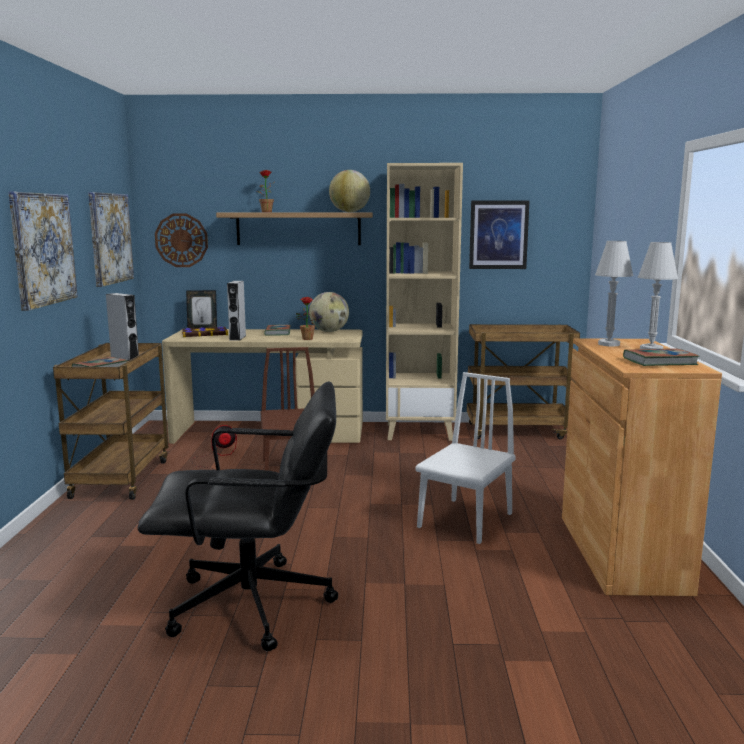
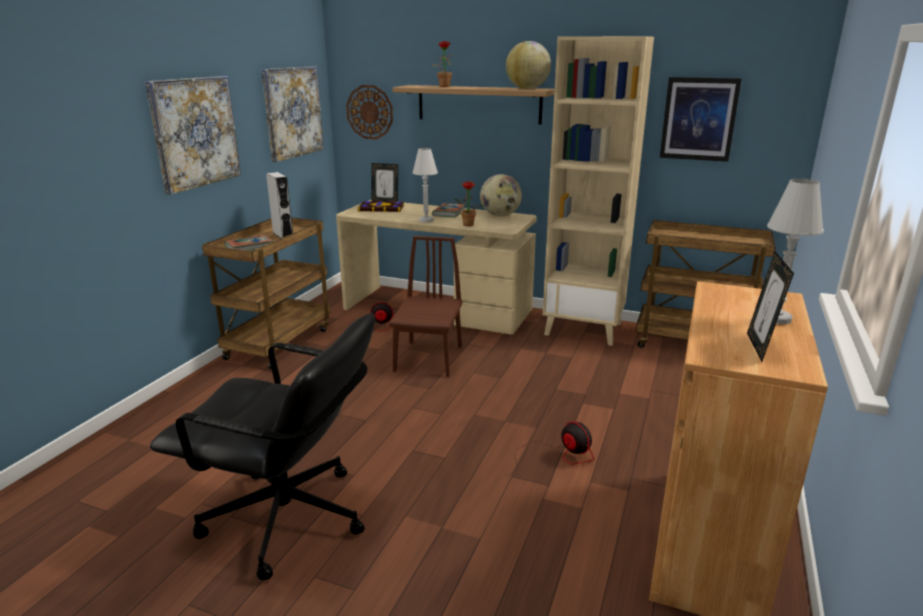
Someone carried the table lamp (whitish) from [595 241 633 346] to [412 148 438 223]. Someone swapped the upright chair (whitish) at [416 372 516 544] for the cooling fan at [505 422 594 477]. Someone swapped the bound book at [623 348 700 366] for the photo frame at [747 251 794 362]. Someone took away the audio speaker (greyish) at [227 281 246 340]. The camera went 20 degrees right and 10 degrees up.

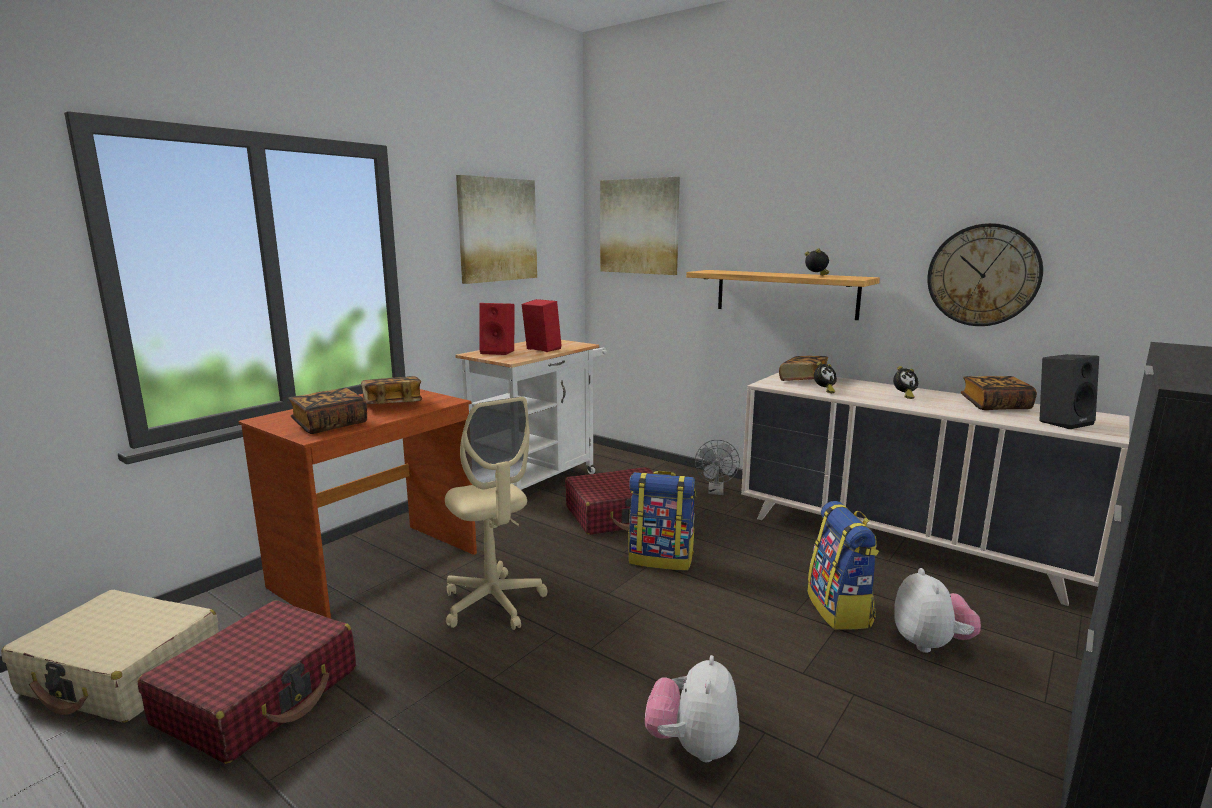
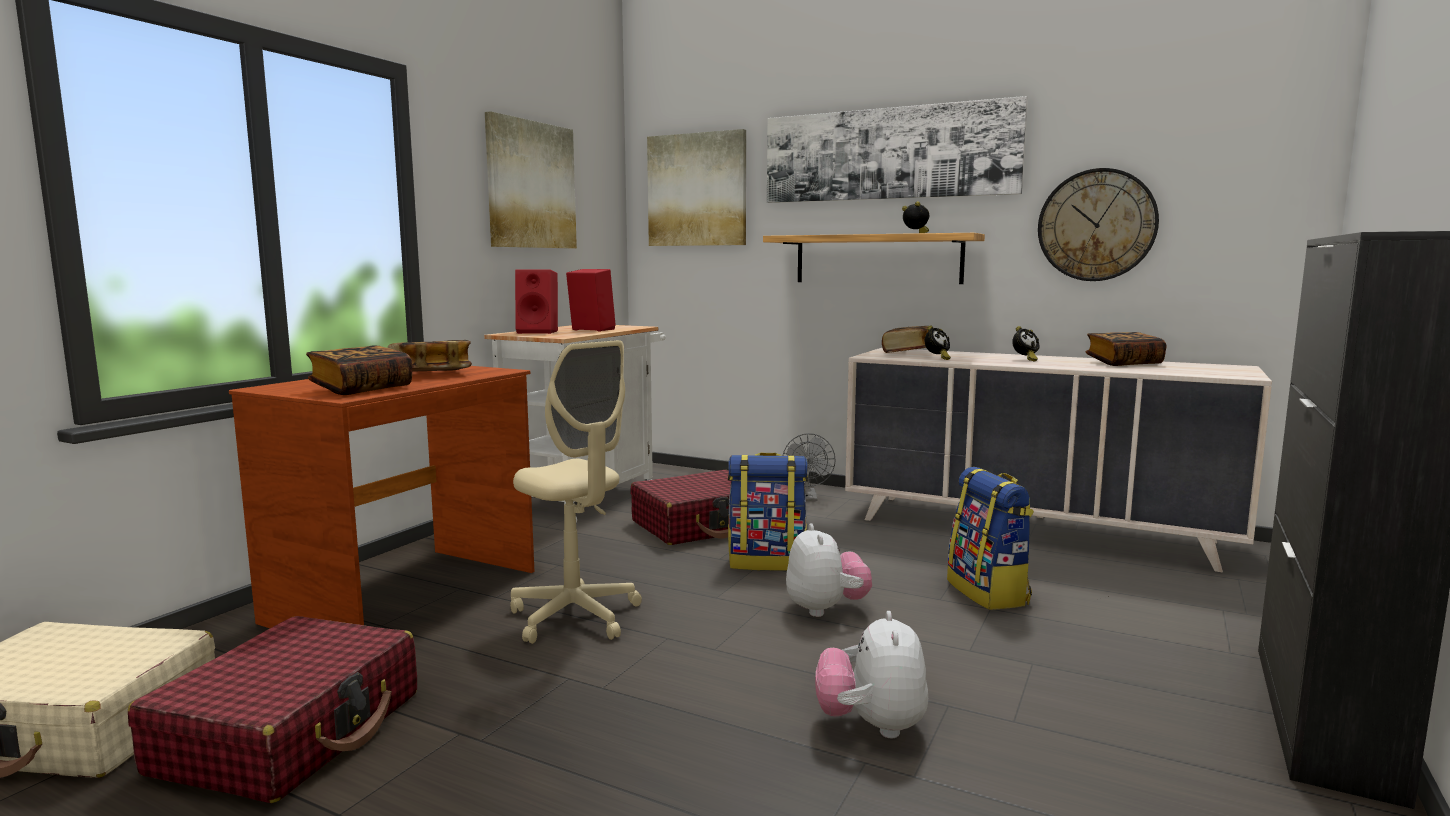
Someone put up the wall picture at [767 96 1028 203]. Someone carried the cuddly toy from [894 568 981 653] to [786 523 872 617]. Someone took away the audio speaker (blackish) at [1039 354 1099 429]. The camera went 10 degrees left and 5 degrees down.

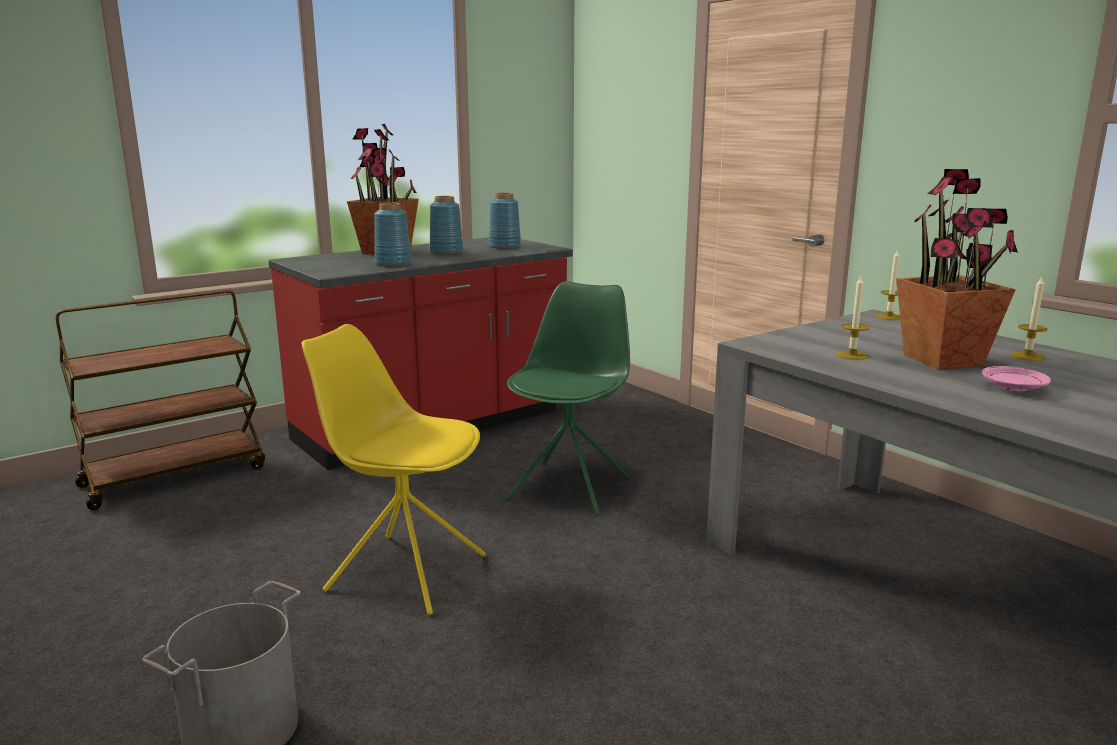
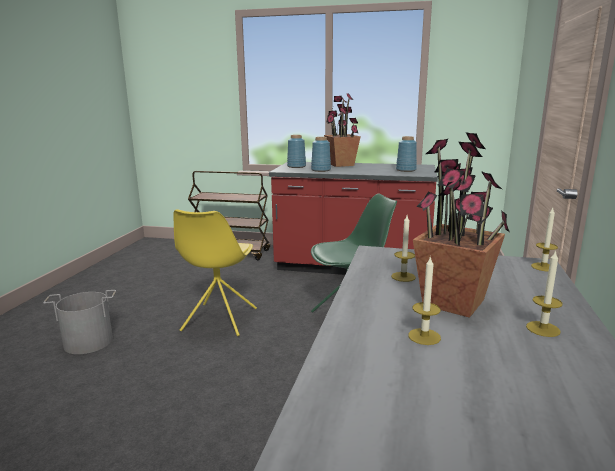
Someone rotated the upright chair (yellow) at [301 324 486 615] by 150 degrees counterclockwise. Someone carried the decorative vase (blue-coloured) from [430 196 463 254] to [287 135 306 168]. Someone swapped the flat dish (pink) at [982 366 1051 391] for the wax light at [408 256 441 345]. The camera went 50 degrees right and 0 degrees up.

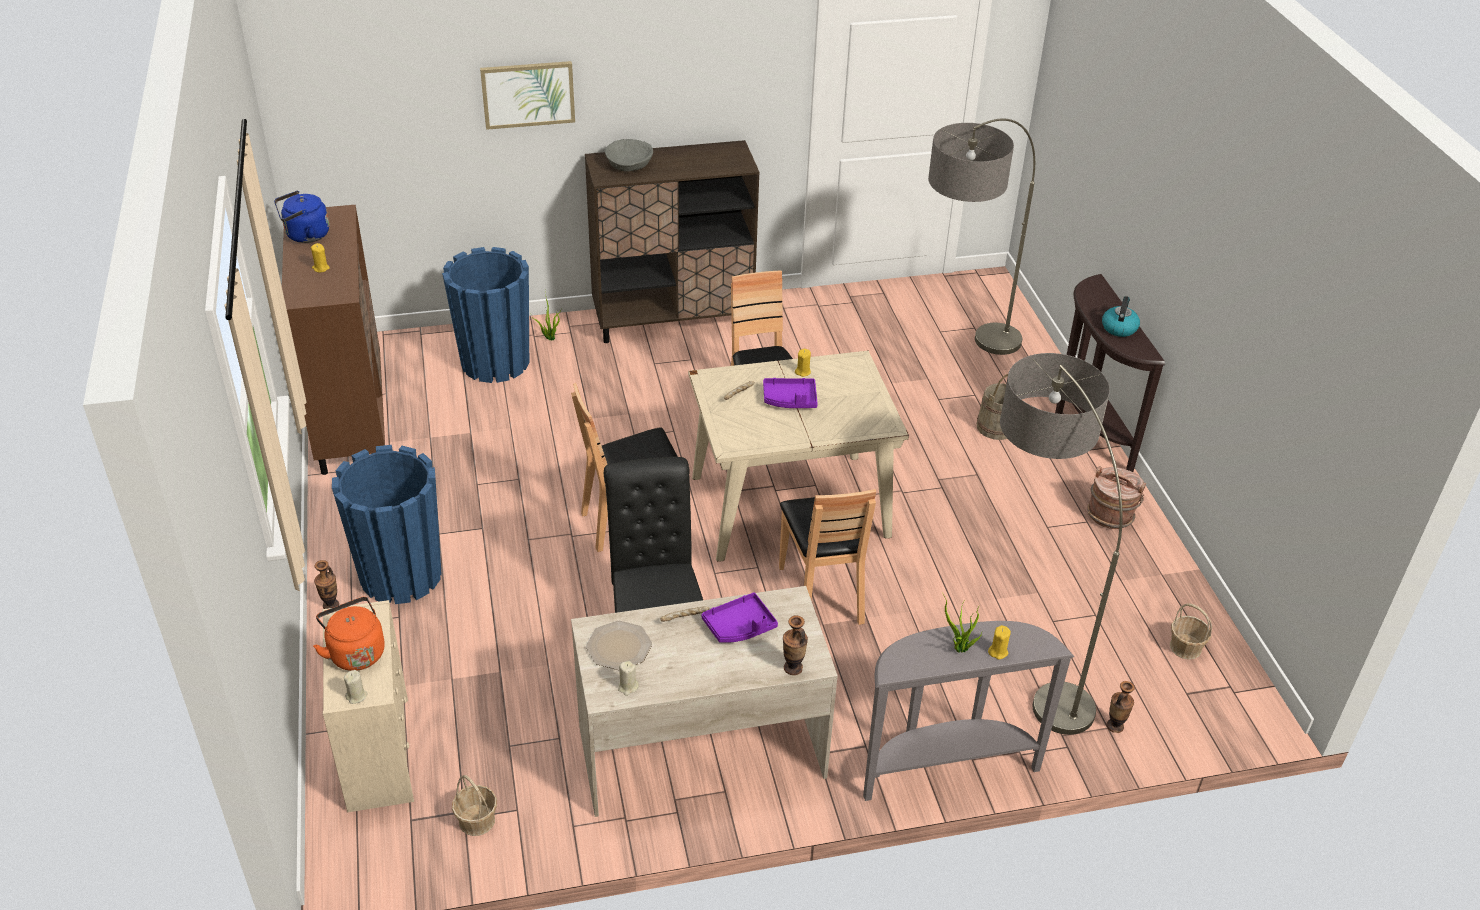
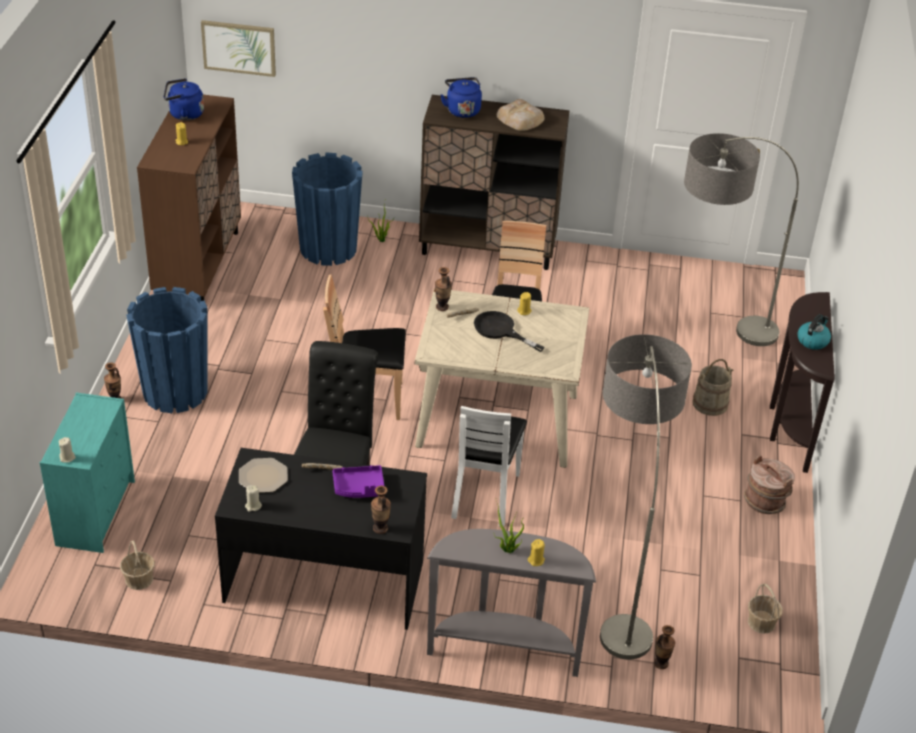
Someone repainted the chest of drawers (sand-coloured) at [322 600 414 812], which became the chest of drawers (blue-green) at [40 393 135 553]. Someone carried the wall picture from [480 61 575 130] to [201 20 276 77]. Someone repainted the desk table (sand-coloured) at [571 586 838 817], which became the desk table (blackish) at [215 448 427 630]. Someone put down the decorative vase at [435 267 452 311]. Someone swapped the deep dish (greyish) at [605 139 653 172] for the water kettle (blue-coloured) at [441 77 482 118]. Someone repainted the upright chair (brown-coloured) at [779 489 876 625], which became the upright chair (whitish) at [451 406 527 527]. Someone swapped the serving tray (purplish) at [763 378 818 408] for the skillet (blackish) at [474 311 545 352]. Someone put down the bread at [497 99 545 131]. Someone took away the water kettle (orange-coloured) at [313 597 385 671]. The camera went 20 degrees right and 0 degrees up.

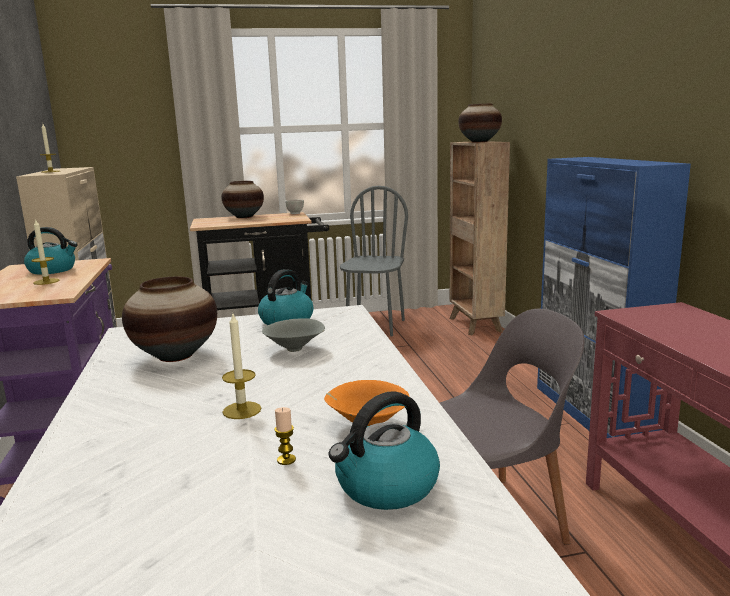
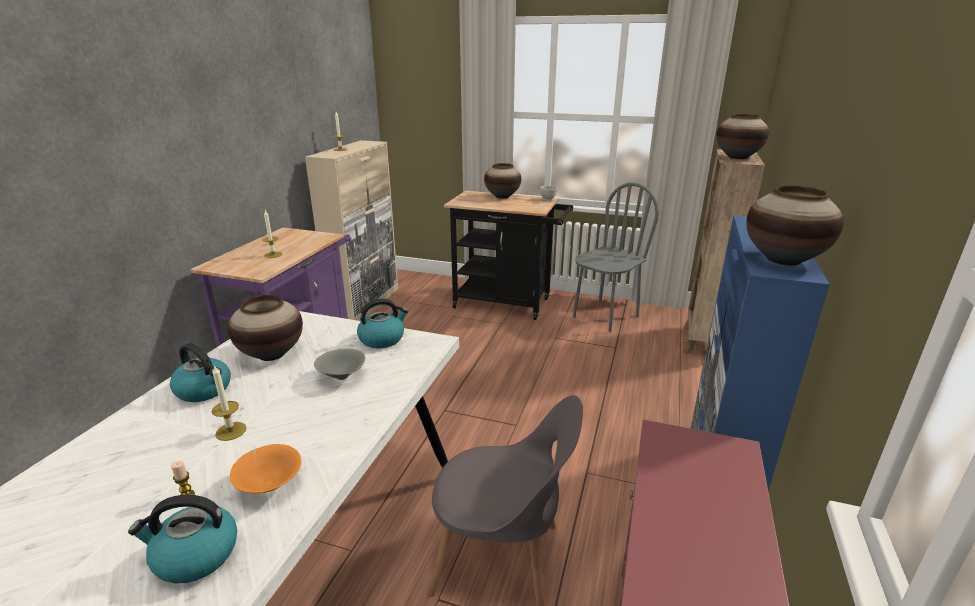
Someone carried the water kettle from [24 227 78 274] to [170 343 231 402]. Someone put down the decorative vase at [746 185 844 266]. The camera went 30 degrees right and 10 degrees up.

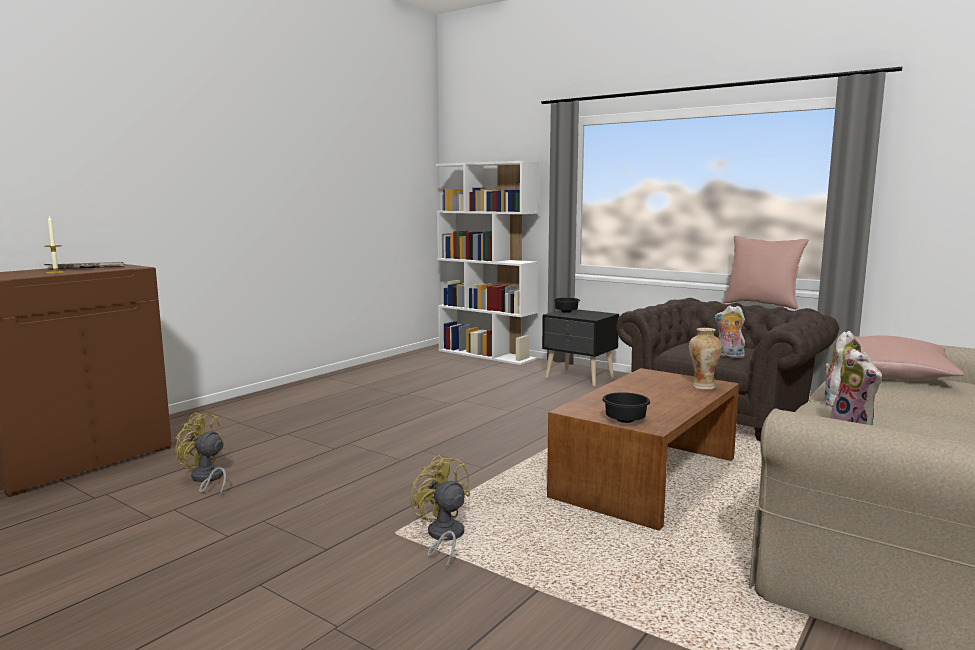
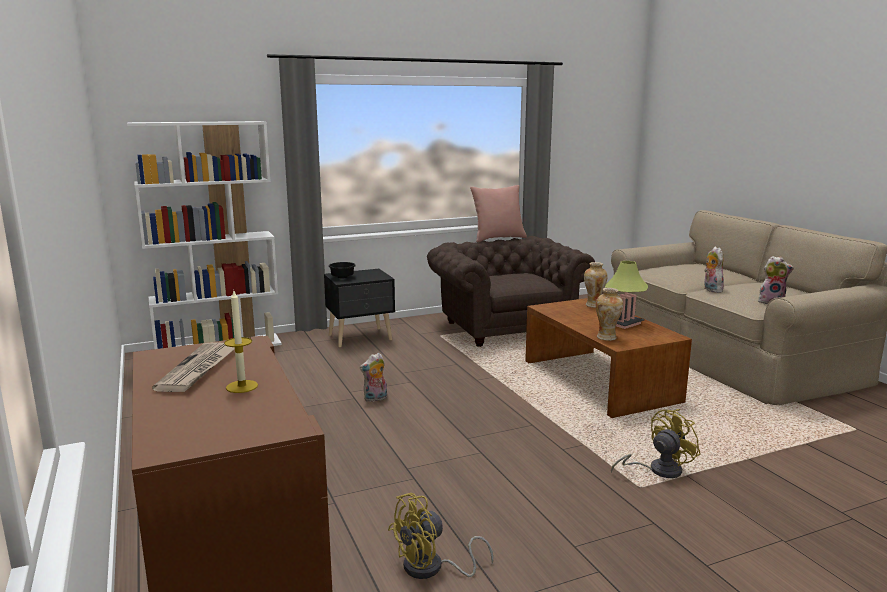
Someone carried the cuddly toy from [715 306 745 358] to [360 353 387 402]. Someone put down the decorative vase at [596 288 623 341]. Someone put down the table lamp at [605 261 648 329]. Someone rotated the cooling fan (yellow) at [411 455 470 569] by 150 degrees clockwise. Someone took away the deep dish (blackish) at [602 392 650 423]. Someone took away the cushion (pink) at [855 335 964 381]. The camera went 60 degrees left and 5 degrees up.

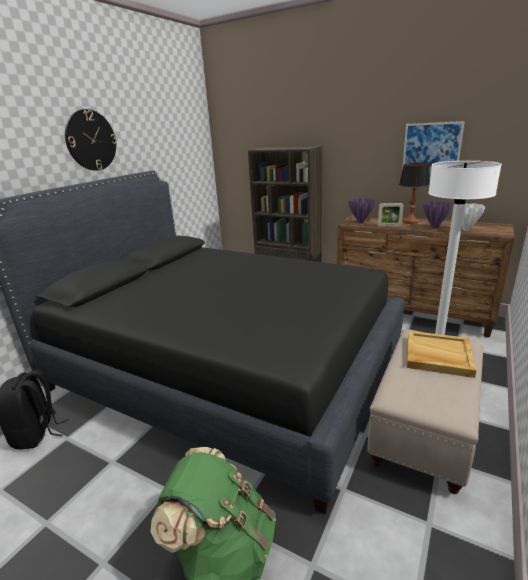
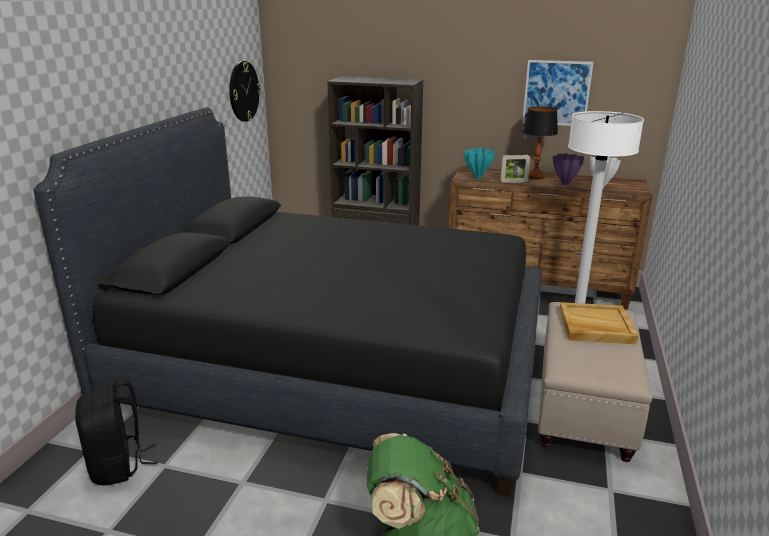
Someone carried the clock on the wall from [65 109 117 170] to [229 61 261 122]. Someone repainted the decorative vase (purplish) at [348 198 375 223], which became the decorative vase (blue-green) at [464 148 496 179]. The camera went 15 degrees left and 0 degrees up.

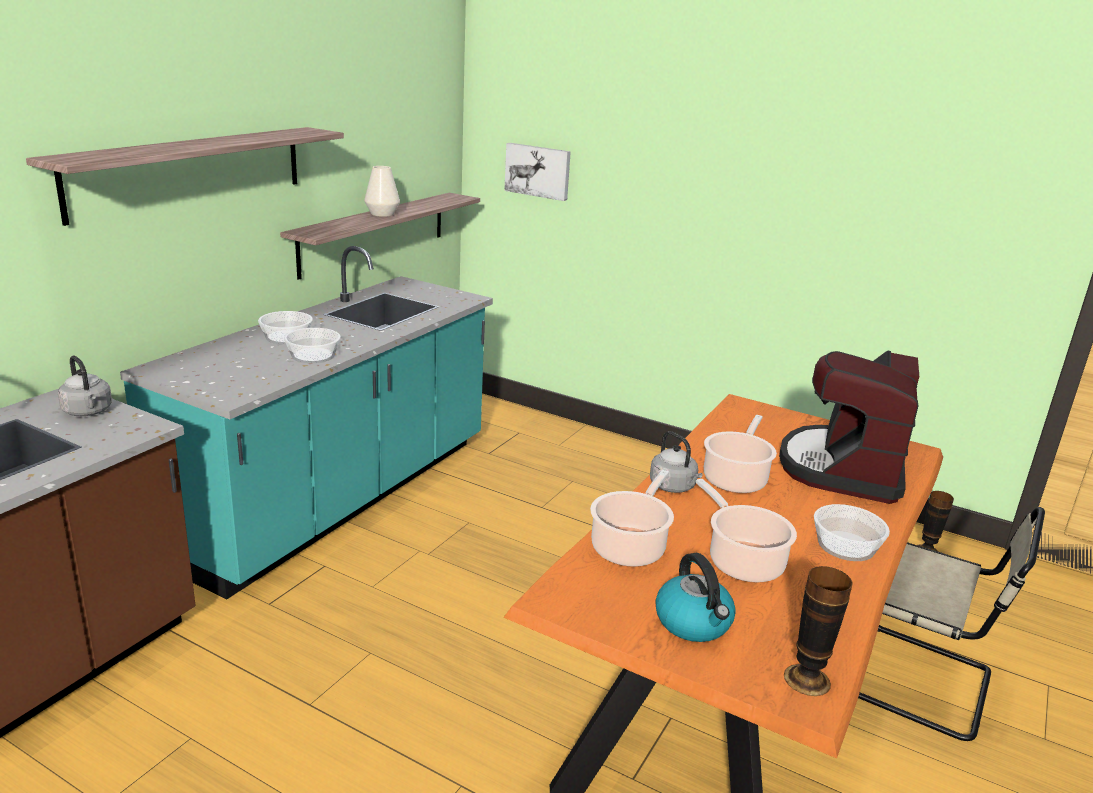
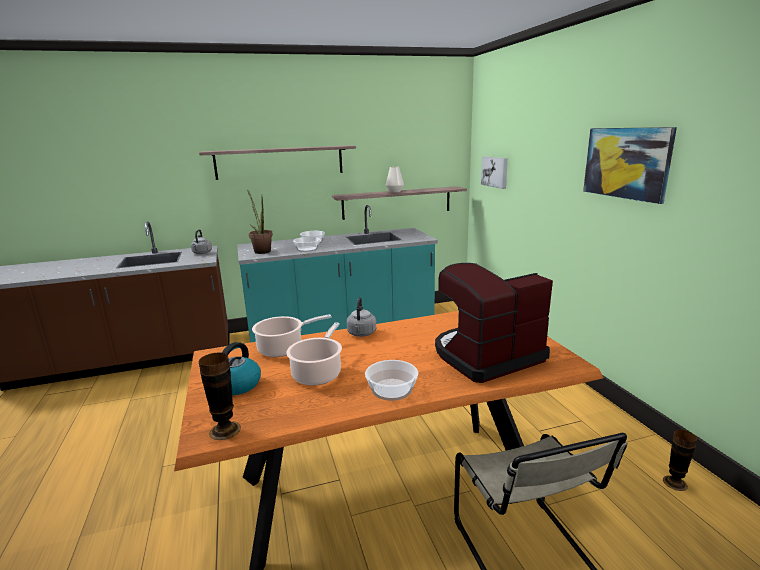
Someone put down the houseplant at [247 189 273 254]. Someone put up the wall picture at [583 127 677 204]. Someone took away the stockpot at [704 415 777 493]. The camera went 45 degrees right and 5 degrees down.

